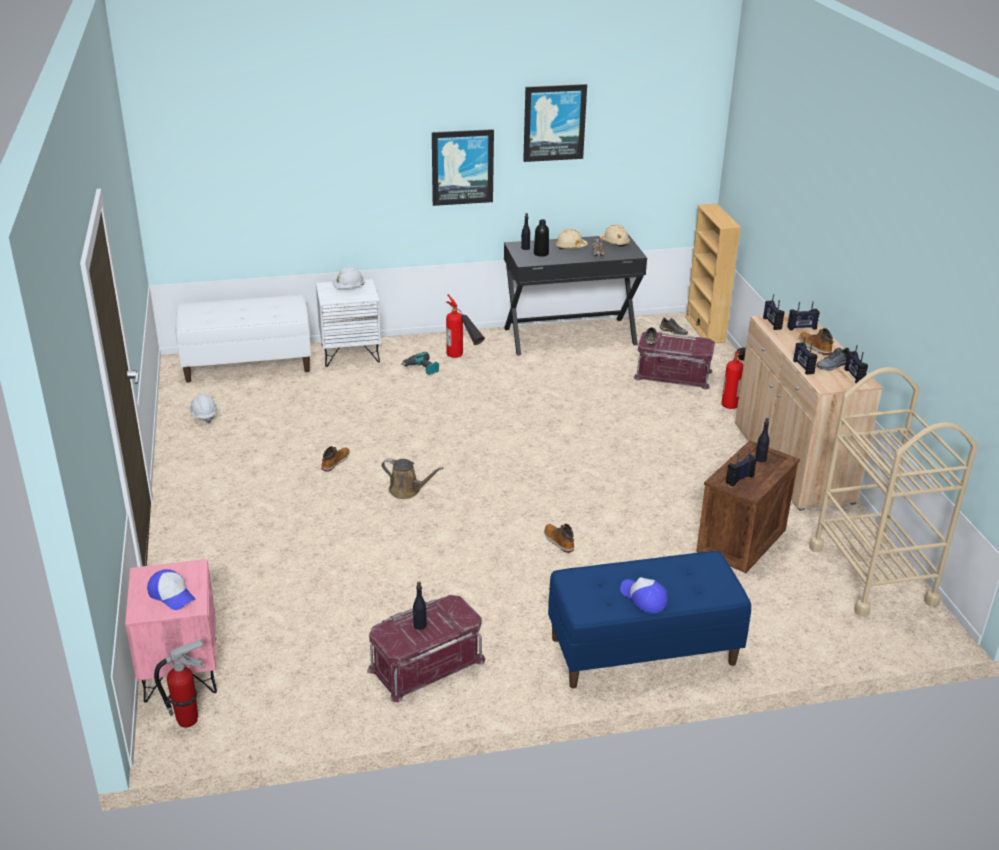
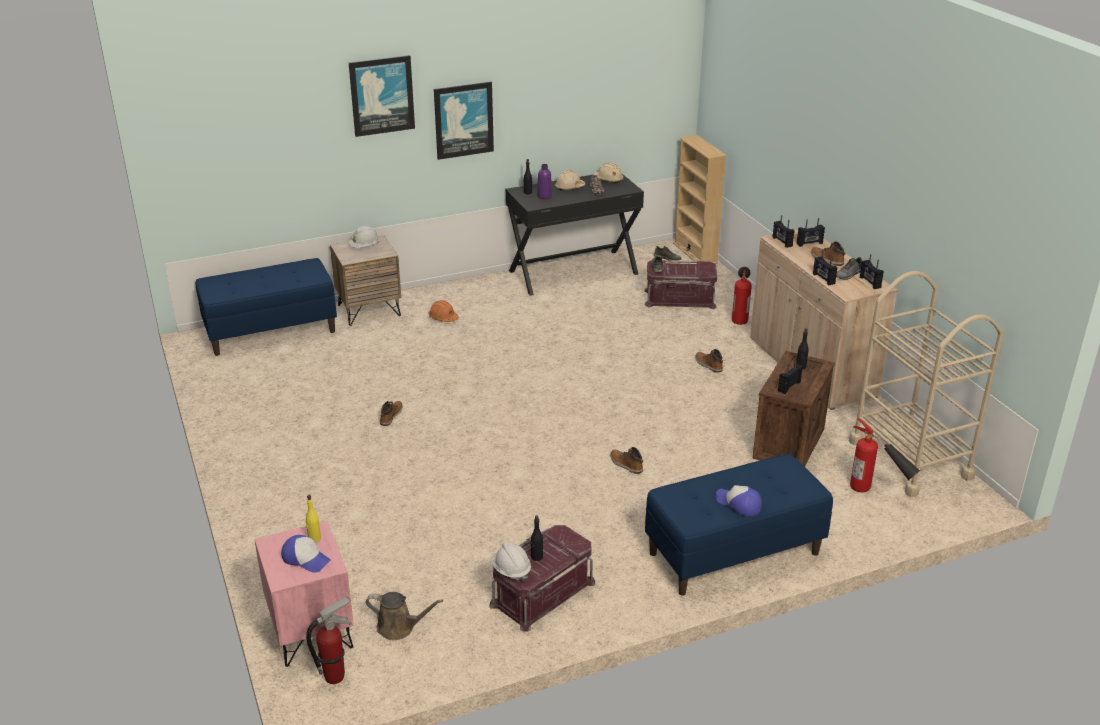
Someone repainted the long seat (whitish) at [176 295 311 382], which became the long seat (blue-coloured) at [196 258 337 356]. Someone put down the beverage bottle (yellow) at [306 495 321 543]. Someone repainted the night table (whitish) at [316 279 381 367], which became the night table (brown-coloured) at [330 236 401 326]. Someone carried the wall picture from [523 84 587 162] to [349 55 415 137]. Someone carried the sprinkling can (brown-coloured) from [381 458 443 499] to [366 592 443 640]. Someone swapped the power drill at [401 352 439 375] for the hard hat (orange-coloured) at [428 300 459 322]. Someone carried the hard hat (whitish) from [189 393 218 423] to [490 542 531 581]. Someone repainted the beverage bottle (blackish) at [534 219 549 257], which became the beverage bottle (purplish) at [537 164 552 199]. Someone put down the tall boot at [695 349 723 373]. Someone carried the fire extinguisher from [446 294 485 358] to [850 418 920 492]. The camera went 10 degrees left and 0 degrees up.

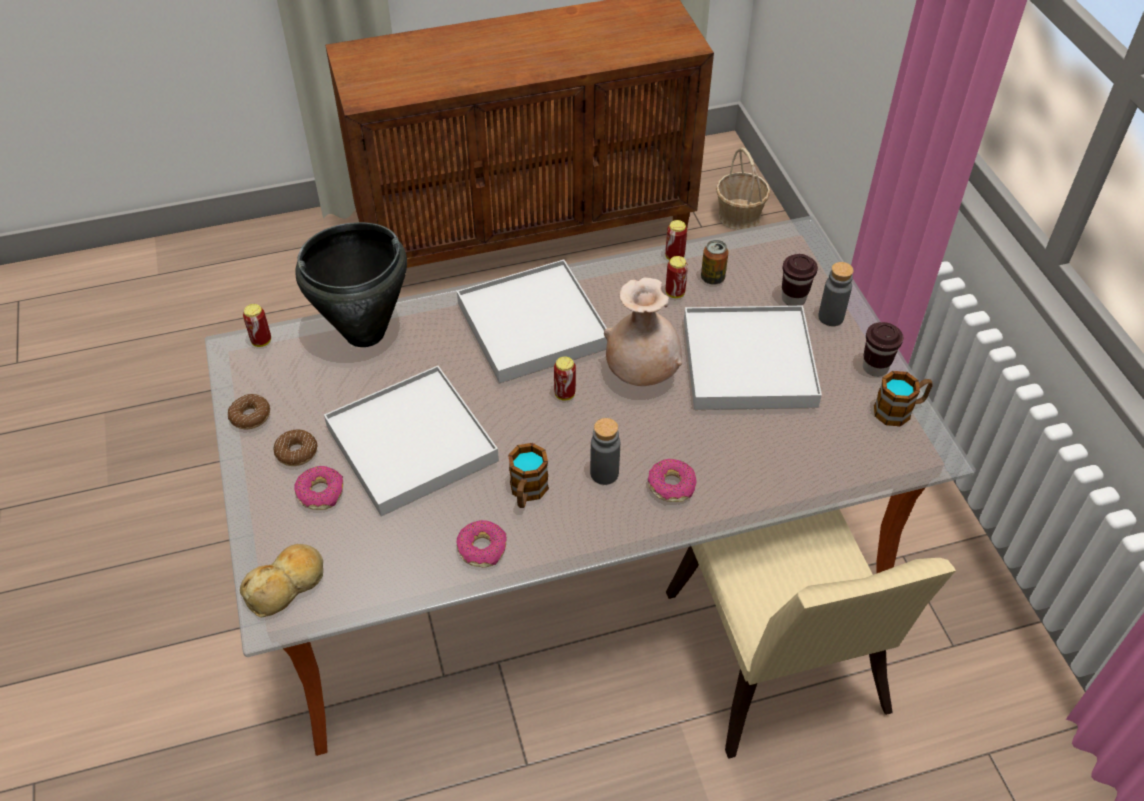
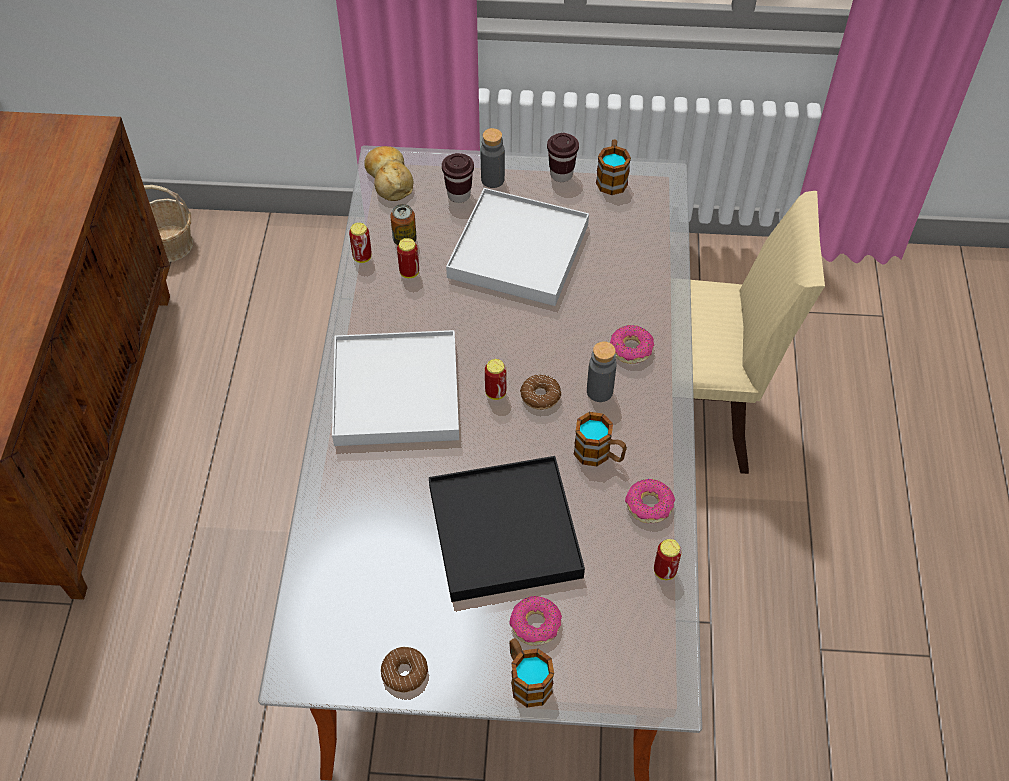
Someone carried the bread from [240 544 323 617] to [364 146 413 201]. Someone repainted the serving tray (whitish) at [324 366 499 516], which became the serving tray (blackish) at [429 456 585 602]. Someone put down the mug at [509 638 554 707]. Someone carried the doughnut from [274 429 317 466] to [520 374 561 410]. Someone carried the metal can from [243 304 271 347] to [654 539 682 580]. Someone took away the stockpot (blackish) at [295 222 407 347]. Someone took away the decorative vase (sand-coloured) at [604 277 682 386]. The camera went 70 degrees left and 5 degrees up.

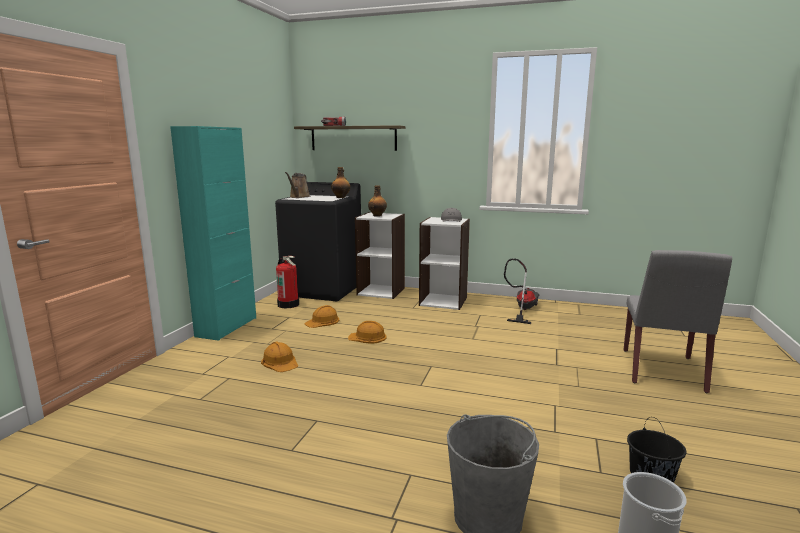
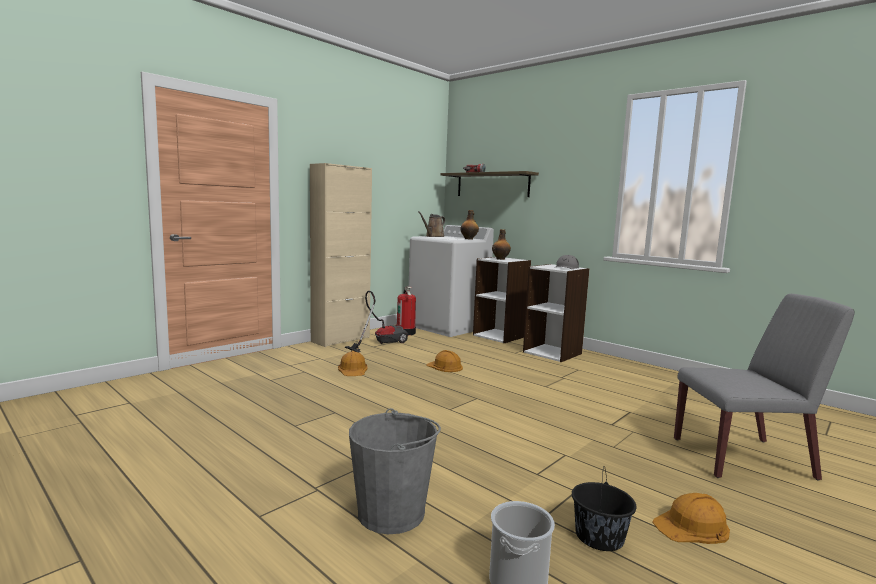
Someone repainted the cupboard (blue-green) at [170 126 256 341], which became the cupboard (sand-coloured) at [310 163 372 347]. Someone carried the vacuum cleaner from [504 259 539 324] to [345 291 408 353]. Someone repainted the washing machine (blackish) at [275 182 361 301], which became the washing machine (whitish) at [409 225 494 337]. Someone carried the hard hat (orange-coloured) from [304 305 339 328] to [652 493 730 544]. Someone rotated the upright chair (greyish) at [624 250 732 393] by 135 degrees counterclockwise. The camera went 25 degrees right and 5 degrees down.

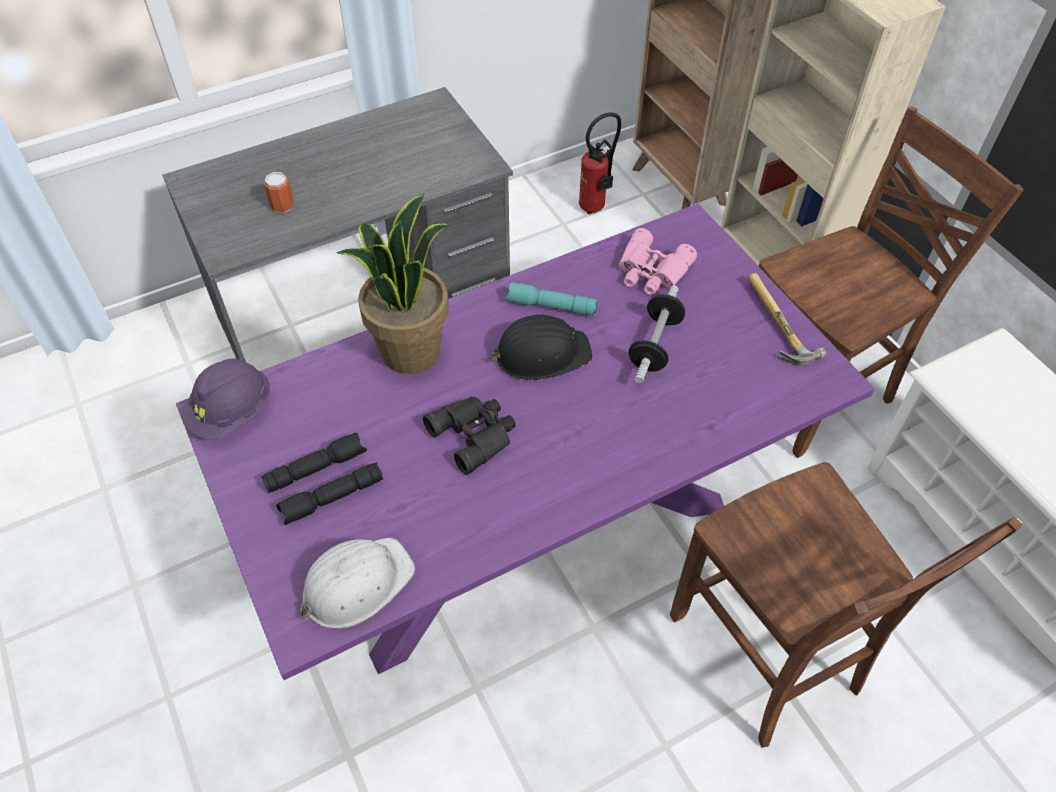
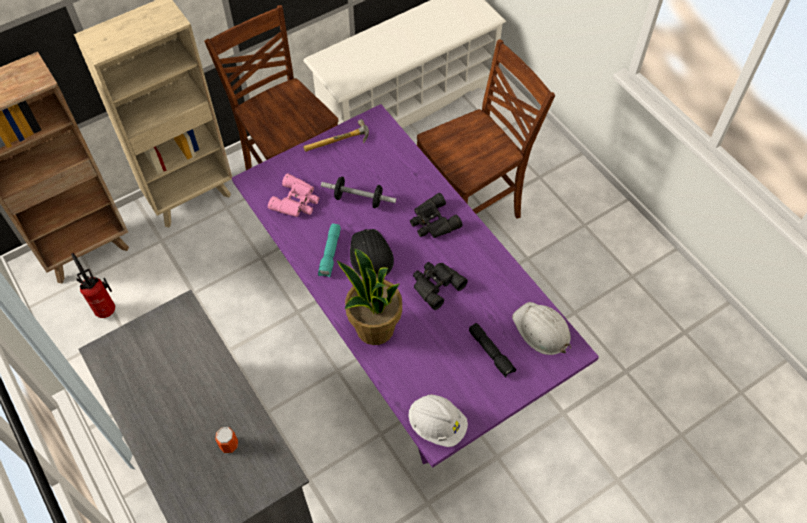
Someone repainted the hard hat (purplish) at [182 358 270 440], which became the hard hat (whitish) at [409 395 468 447]. Someone put down the field glasses (blackish) at [410 193 463 238]. Someone took away the torch (blackish) at [261 433 367 493]. The camera went 95 degrees left and 5 degrees up.

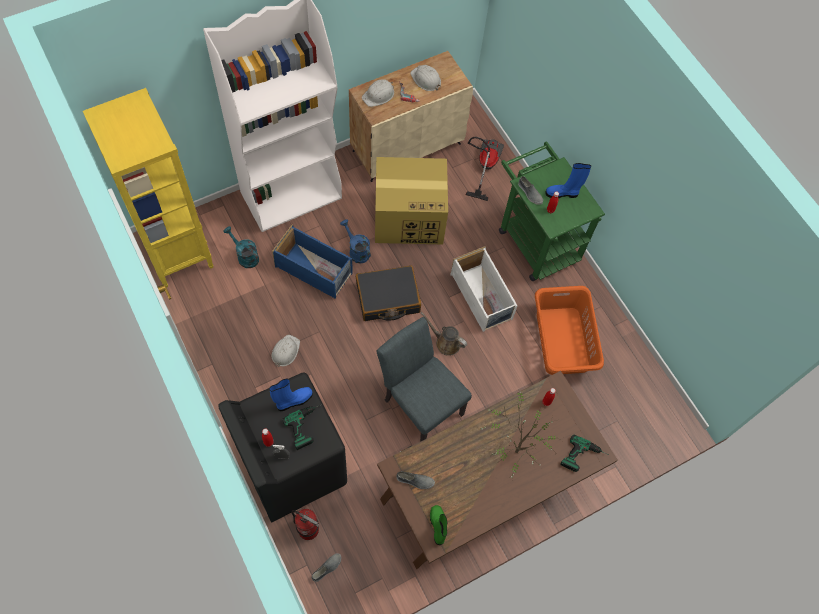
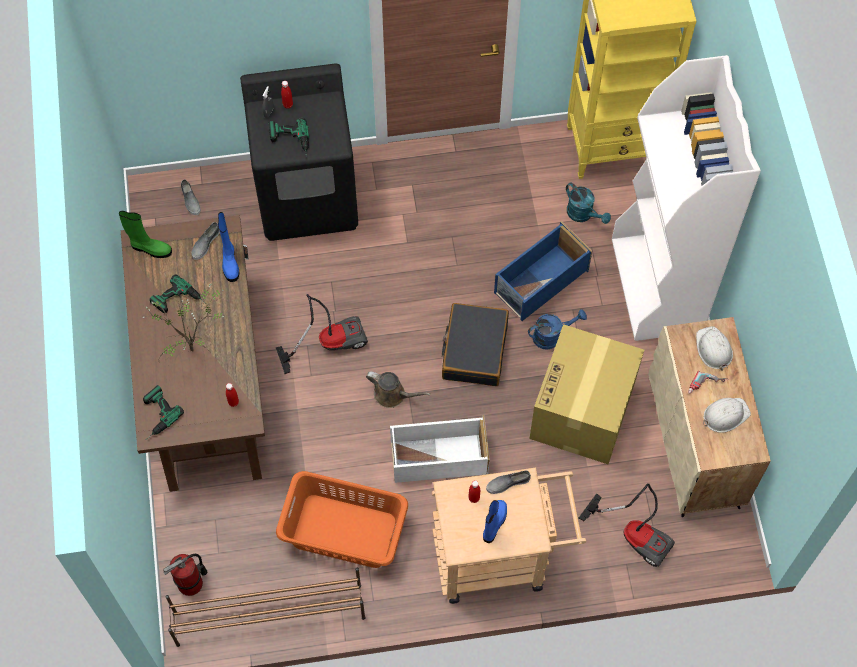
Someone put down the power drill at [150 275 205 313]. Someone carried the fire extinguisher from [292 509 319 540] to [163 554 207 596]. Someone put down the shoe stand (brown-coloured) at [165 568 366 647]. Someone carried the tall boot (blue-coloured) from [269 379 313 411] to [218 212 239 282]. Someone swapped the upright chair (greyish) at [377 317 472 442] for the vacuum cleaner at [276 294 368 374]. Someone rotated the sprinkling can (brown-coloured) at [421 312 467 356] by 60 degrees clockwise. Someone repainted the wheeled cart (green-coloured) at [499 142 605 281], which became the wheeled cart (sand-coloured) at [432 468 586 604]. Someone rotated the sprinkling can (blue-green) at [223 226 259 268] by 75 degrees clockwise. Someone took away the hard hat (whitish) at [271 335 300 367]. The camera went 115 degrees right and 0 degrees up.

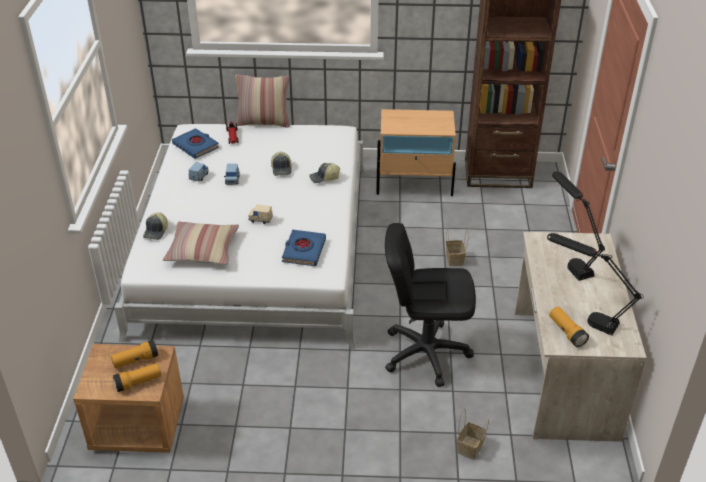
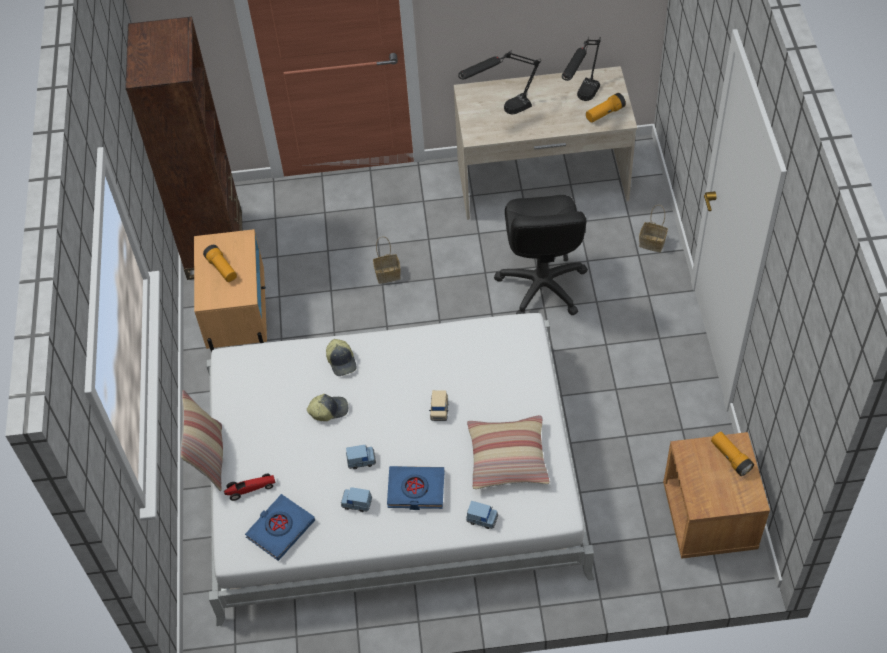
Someone carried the torch from [111 340 158 368] to [203 245 237 282]. Someone carried the bound book (blue-coloured) from [282 230 326 266] to [387 466 445 510]. Someone swapped the peaked cap at [143 212 168 240] for the miniature car (blue-coloured) at [466 501 498 529]. The camera went 95 degrees left and 15 degrees up.

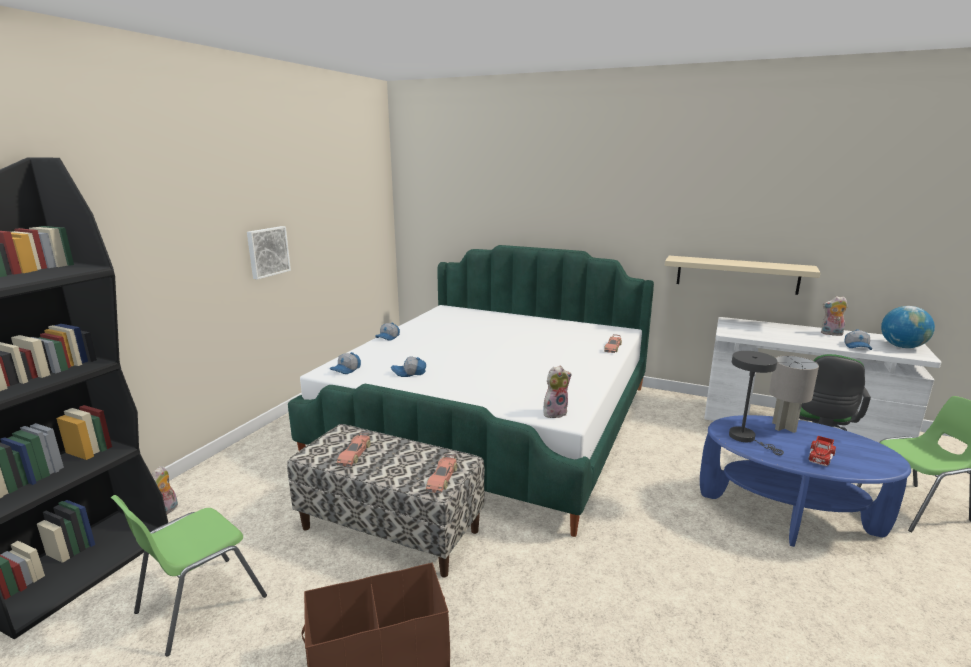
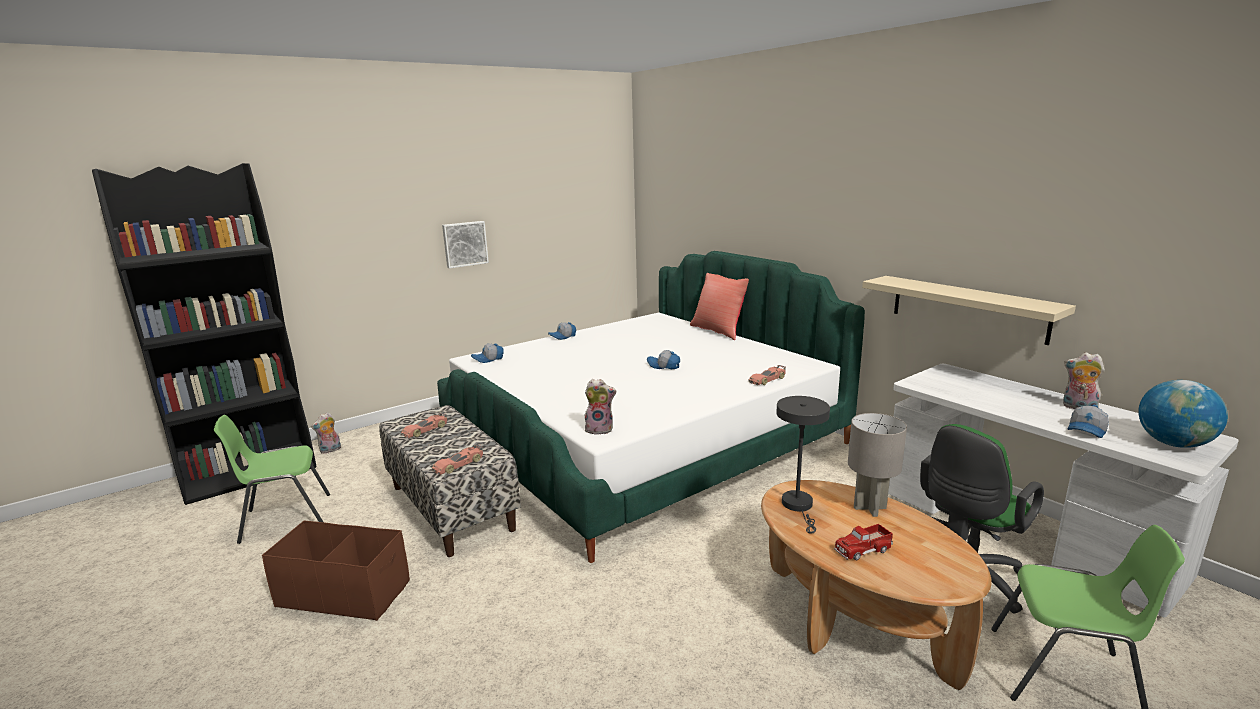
Someone carried the peaked cap from [391 356 426 377] to [647 350 680 369]. Someone put down the cushion (red) at [690 273 749 340]. Someone repainted the low table (blue-coloured) at [700 415 911 547], which became the low table (brown-coloured) at [761 480 992 690]. The camera went 30 degrees right and 0 degrees up.

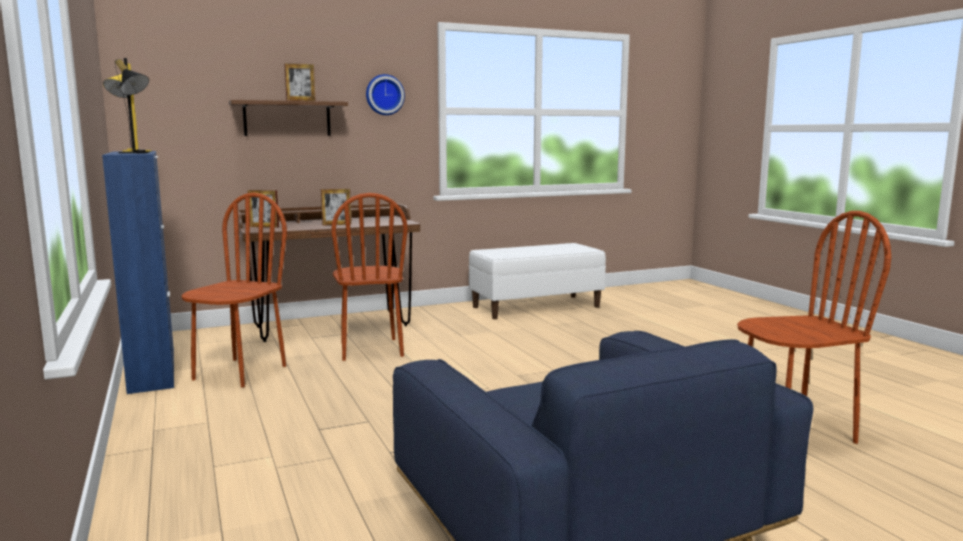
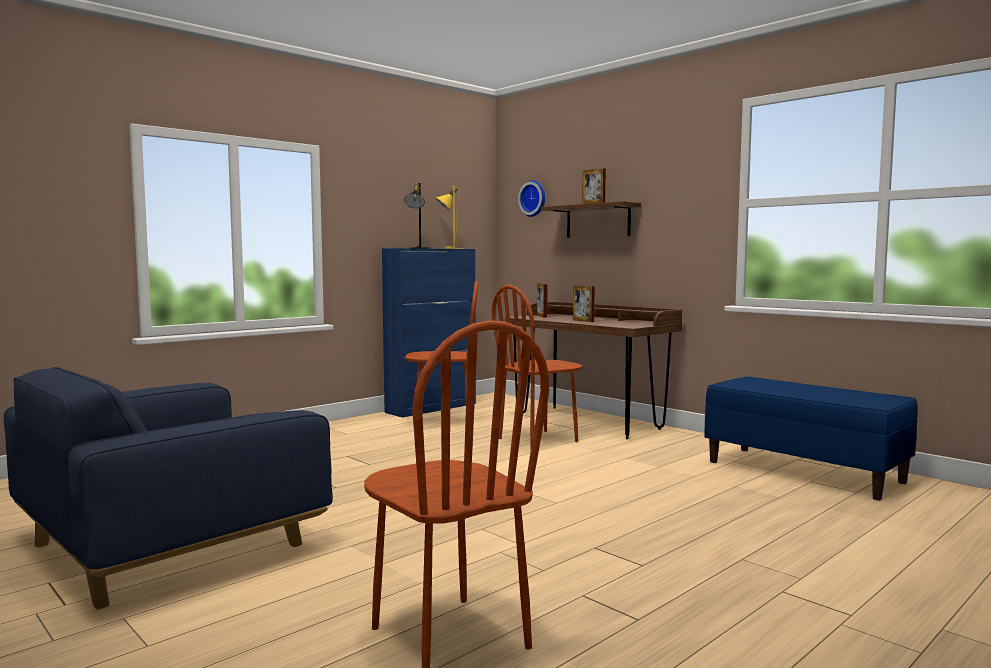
Someone carried the clock on the wall from [366 74 405 115] to [518 180 545 217]. Someone repainted the long seat (whitish) at [469 243 606 319], which became the long seat (blue-coloured) at [704 376 918 500]. The camera went 70 degrees right and 5 degrees down.

